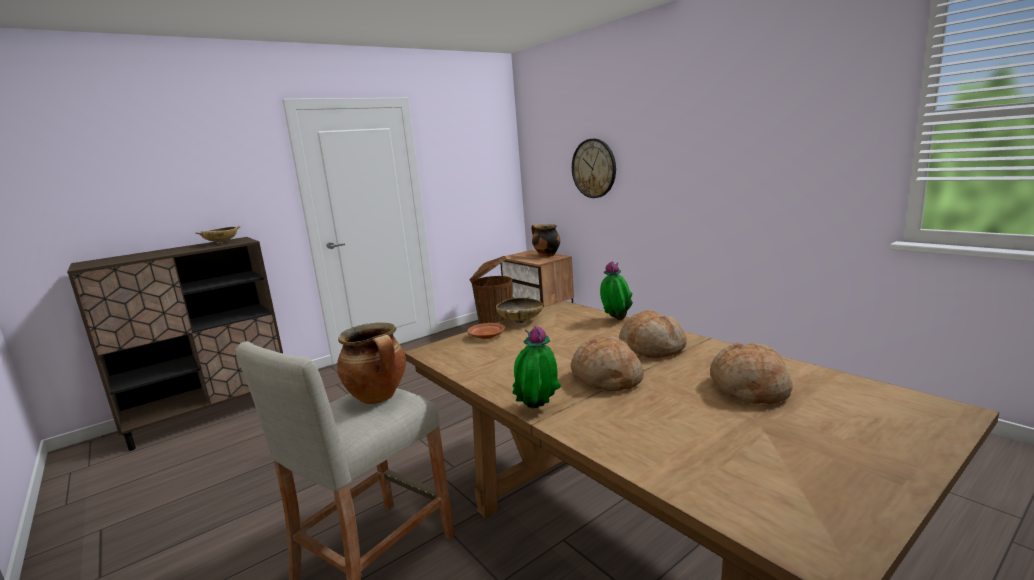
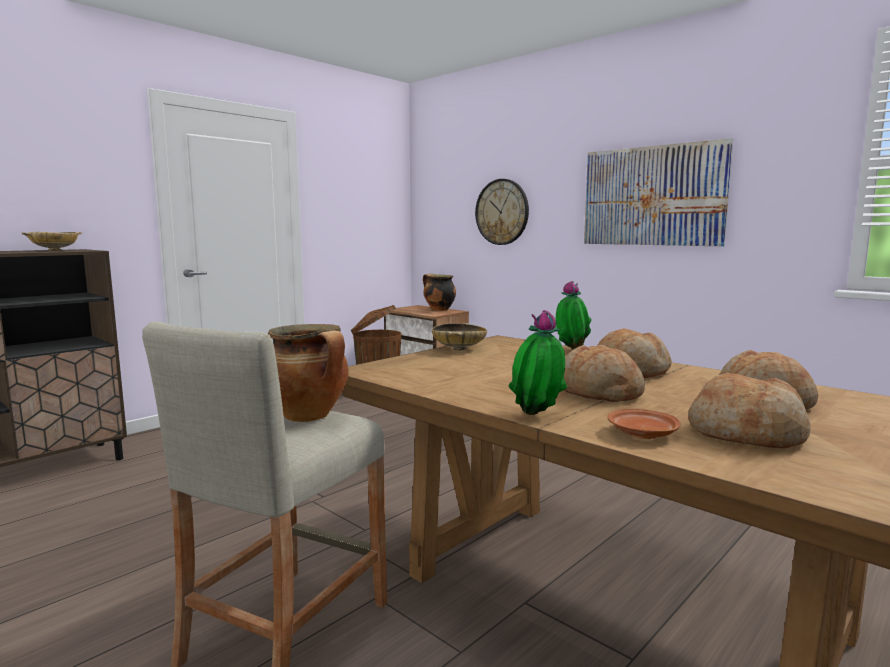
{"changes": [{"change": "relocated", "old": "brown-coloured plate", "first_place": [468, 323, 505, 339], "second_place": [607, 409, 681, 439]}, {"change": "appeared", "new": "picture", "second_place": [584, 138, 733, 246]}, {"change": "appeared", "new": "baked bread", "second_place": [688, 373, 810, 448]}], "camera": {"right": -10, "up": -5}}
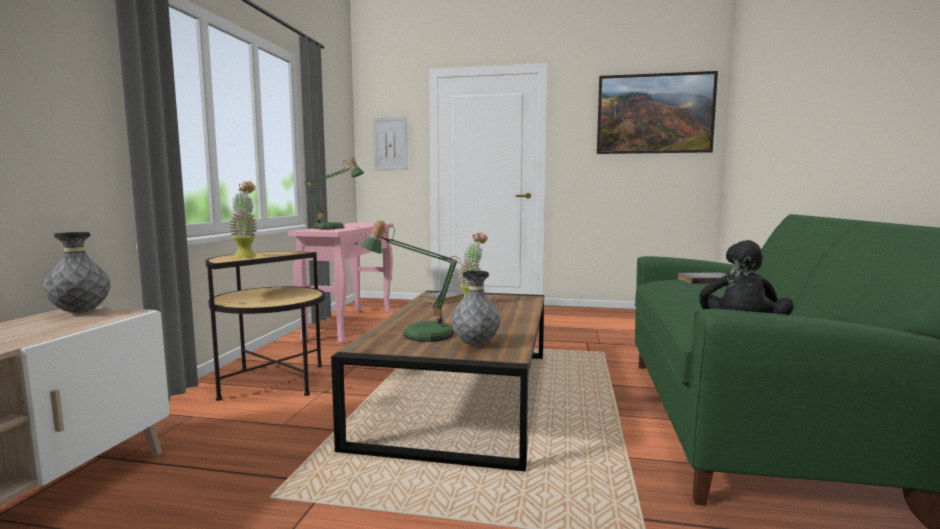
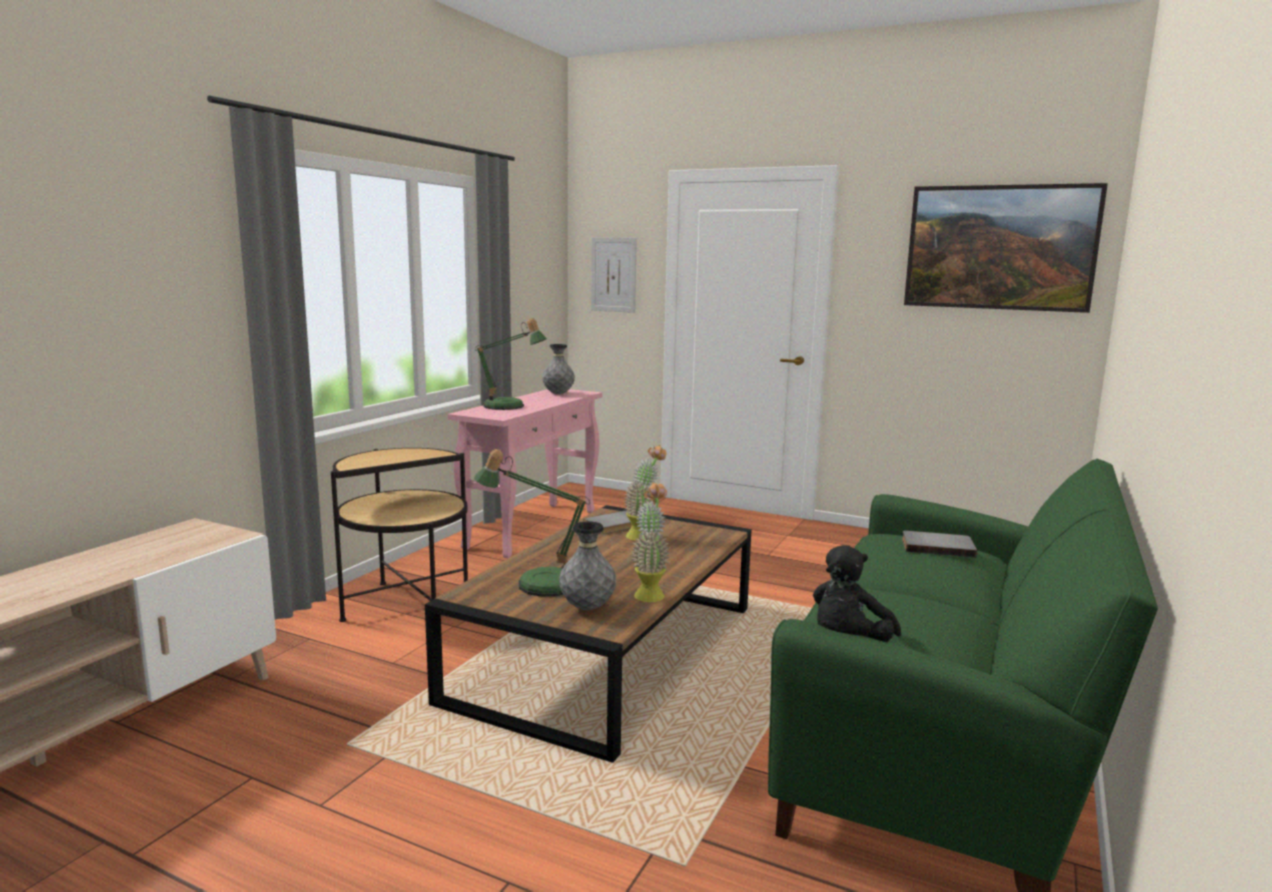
{"changes": [{"change": "relocated", "old": "gray flower vase", "first_place": [43, 232, 110, 313], "second_place": [542, 344, 575, 394]}, {"change": "relocated", "old": "potted plant", "first_place": [229, 181, 257, 258], "second_place": [631, 482, 670, 602]}], "camera": {"right": 15, "up": 5}}
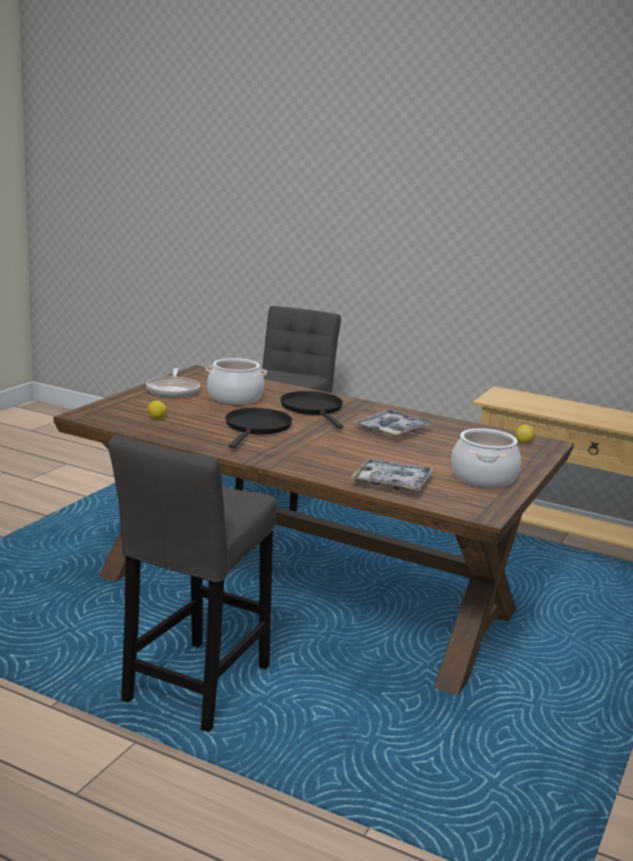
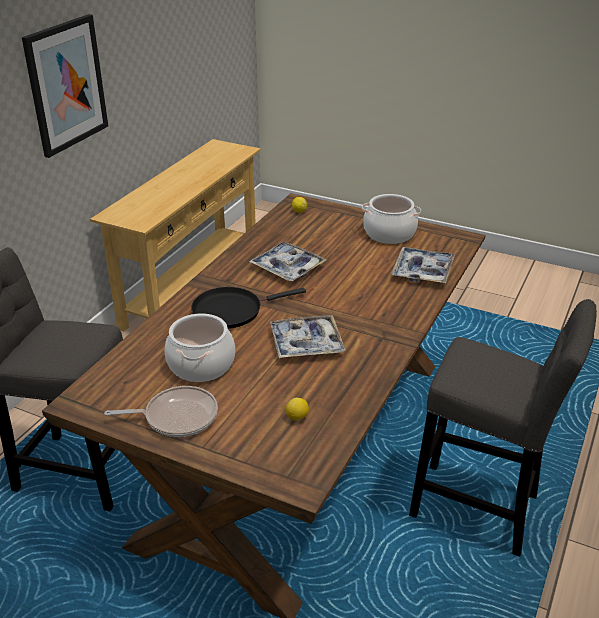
{"changes": [{"change": "exchanged", "old": "blackish pan", "new": "tray", "first_place": [225, 408, 292, 448], "second_place": [270, 315, 345, 358]}, {"change": "appeared", "new": "picture", "second_place": [22, 14, 108, 158]}], "camera": {"right": -90, "up": 15}}
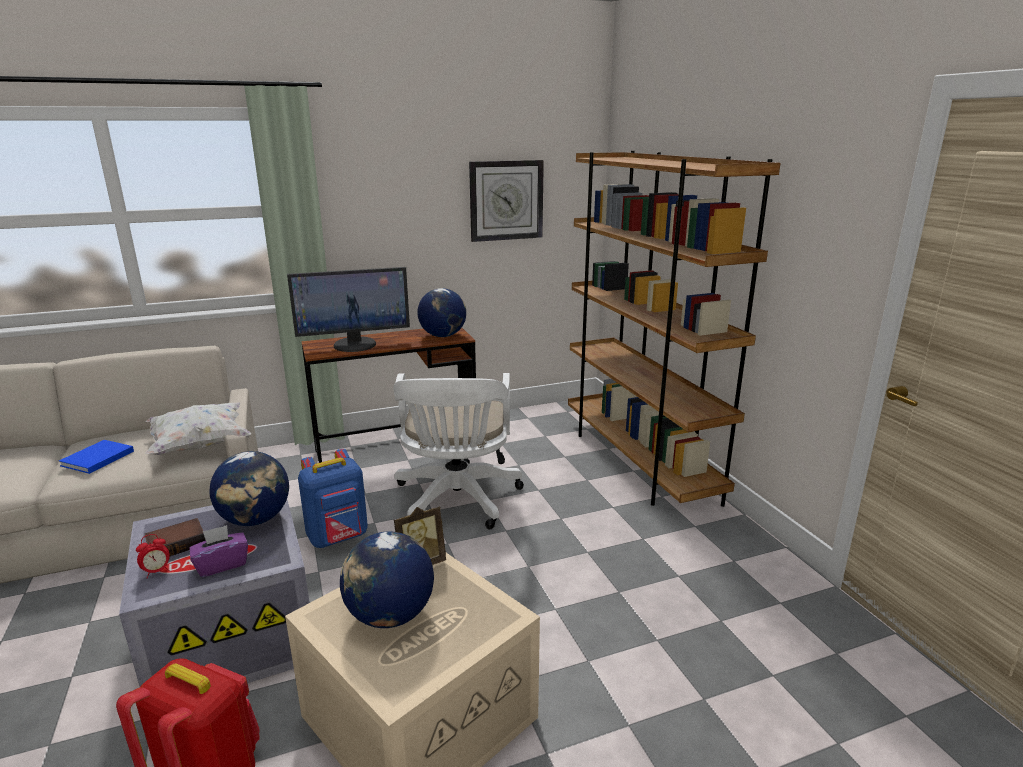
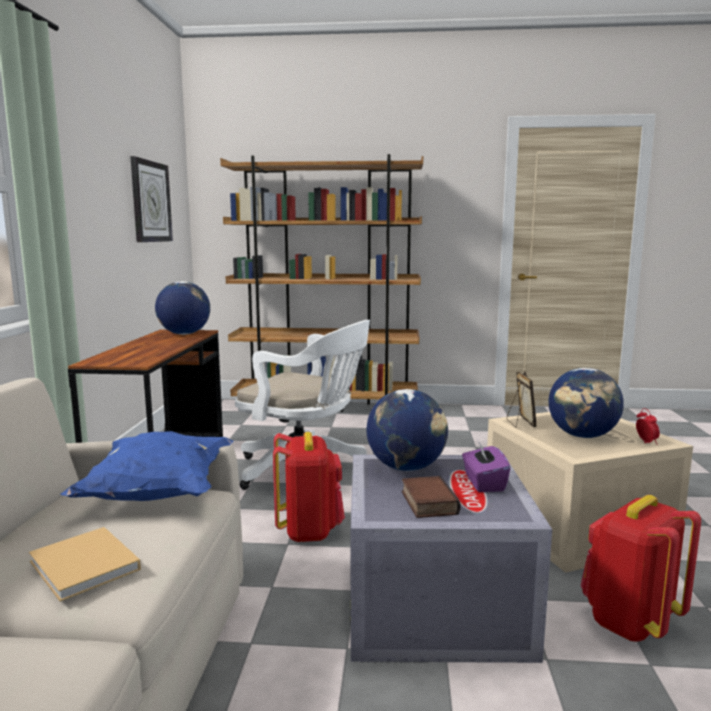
{"changes": [{"change": "colour", "old": "blue volume", "new": "beige volume", "first_place": [59, 440, 134, 474], "second_place": [29, 527, 141, 602]}, {"change": "relocated", "old": "table clock", "first_place": [136, 534, 170, 578], "second_place": [636, 408, 660, 445]}, {"change": "colour", "old": "white cushion", "new": "blue cushion", "first_place": [146, 403, 251, 455], "second_place": [60, 431, 233, 501]}, {"change": "missing", "old": "monitor", "first_place": [287, 267, 410, 352]}, {"change": "colour", "old": "blue backpack", "new": "reddish backpack", "first_place": [298, 449, 368, 548], "second_place": [273, 432, 345, 542]}], "camera": {"right": -65, "up": -10}}
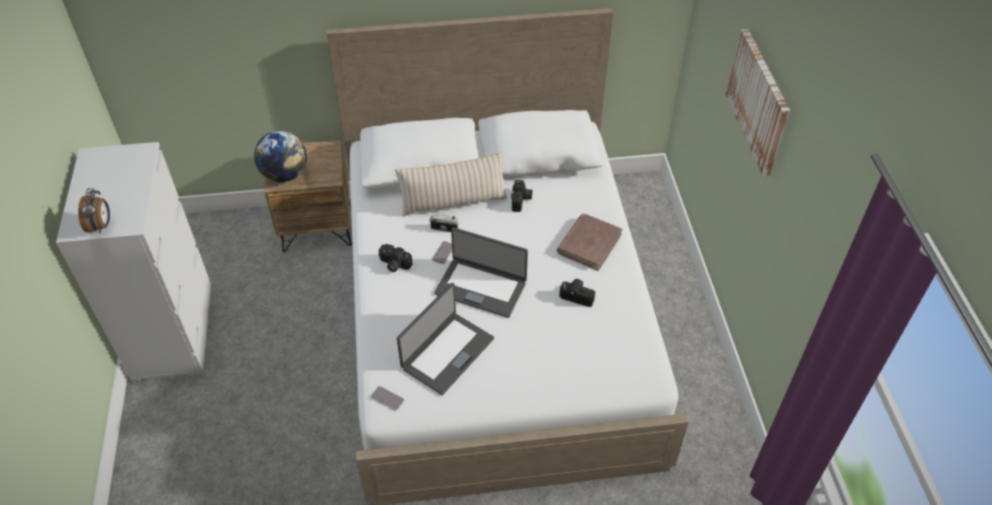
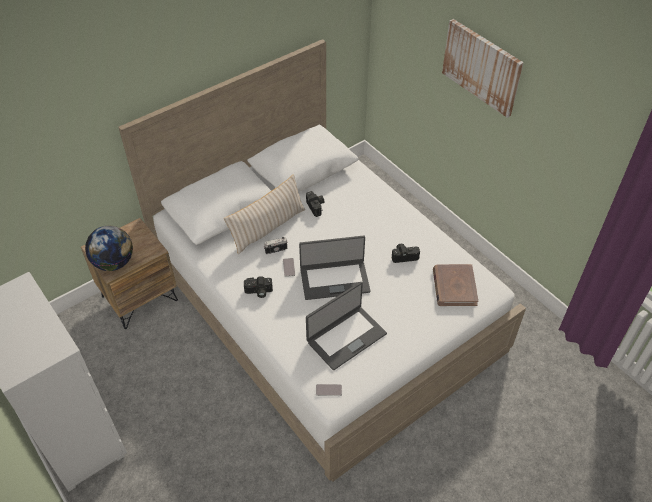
{"changes": [{"change": "missing", "old": "table clock", "first_place": [78, 188, 110, 233]}, {"change": "spun", "old": "portable computer", "first_place": [397, 283, 494, 395], "second_place": [306, 282, 387, 370], "degrees": 45}, {"change": "relocated", "old": "brown-coloured volume", "first_place": [557, 214, 622, 271], "second_place": [433, 264, 479, 306]}], "camera": {"right": -30, "up": 0}}
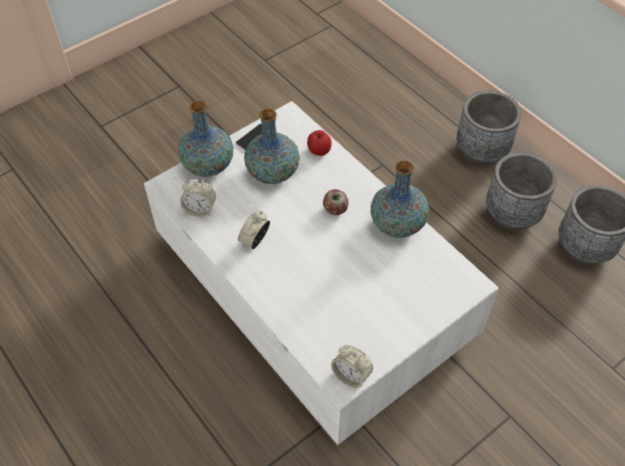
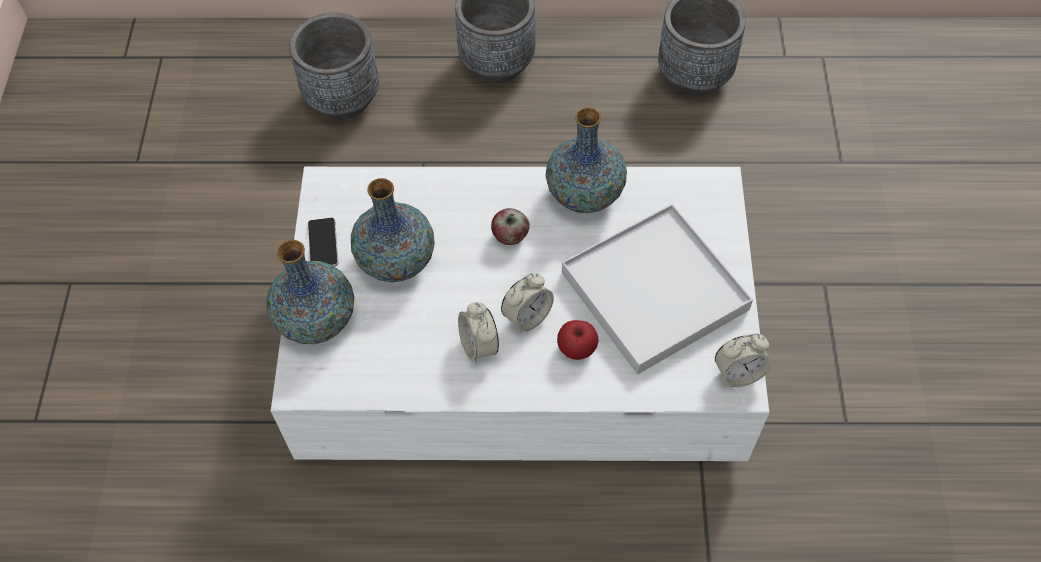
{"changes": [{"change": "relocated", "old": "table clock", "first_place": [180, 179, 216, 217], "second_place": [501, 273, 554, 333]}, {"change": "relocated", "old": "apple fruit", "first_place": [307, 130, 332, 156], "second_place": [557, 320, 598, 360]}, {"change": "relocated", "old": "gray planter", "first_place": [486, 152, 557, 230], "second_place": [289, 12, 379, 120]}, {"change": "appeared", "new": "white tray", "second_place": [562, 204, 753, 375]}], "camera": {"right": -50, "up": 5}}
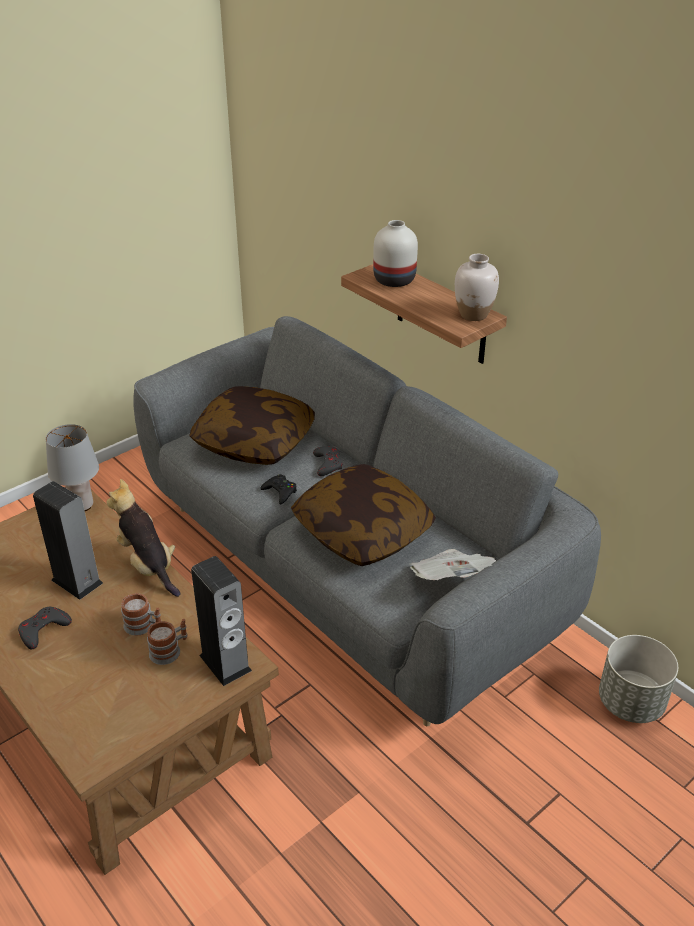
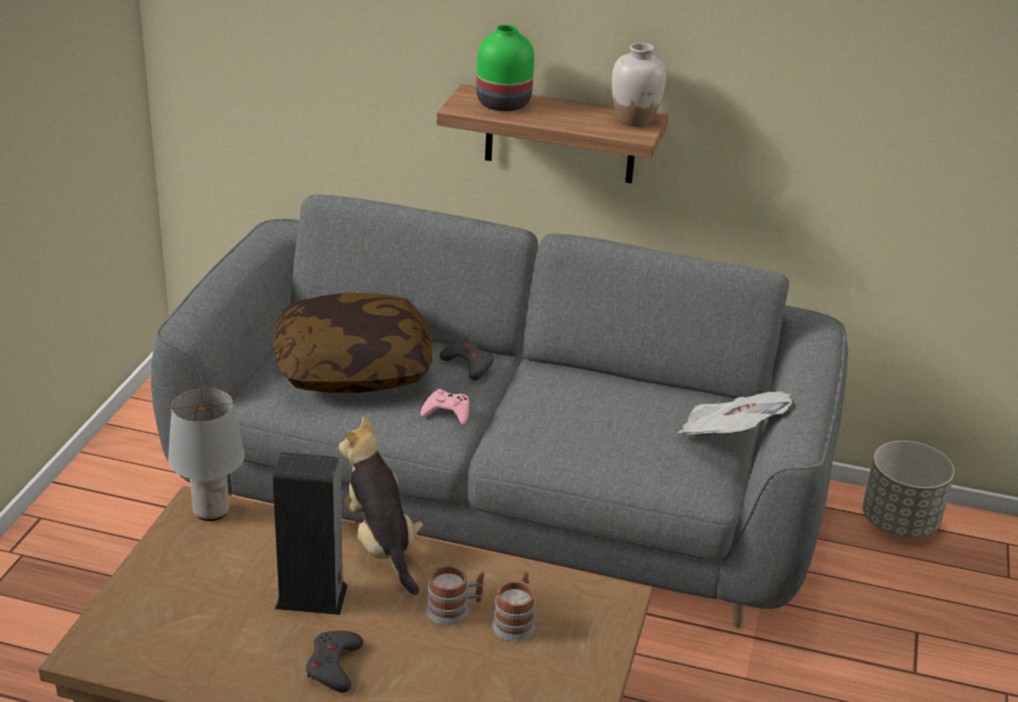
{"changes": [{"change": "spun", "old": "soft toy", "first_place": [107, 479, 181, 597], "second_place": [339, 416, 423, 595], "degrees": 45}, {"change": "missing", "old": "speaker", "first_place": [191, 556, 252, 686]}, {"change": "colour", "old": "blackish joypad", "new": "pinkish joypad", "first_place": [260, 474, 297, 504], "second_place": [421, 389, 469, 425]}, {"change": "missing", "old": "cushion", "first_place": [291, 464, 436, 566]}, {"change": "colour", "old": "white flower vase", "new": "green flower vase", "first_place": [373, 220, 418, 287], "second_place": [476, 25, 534, 111]}], "camera": {"right": -35, "up": -5}}
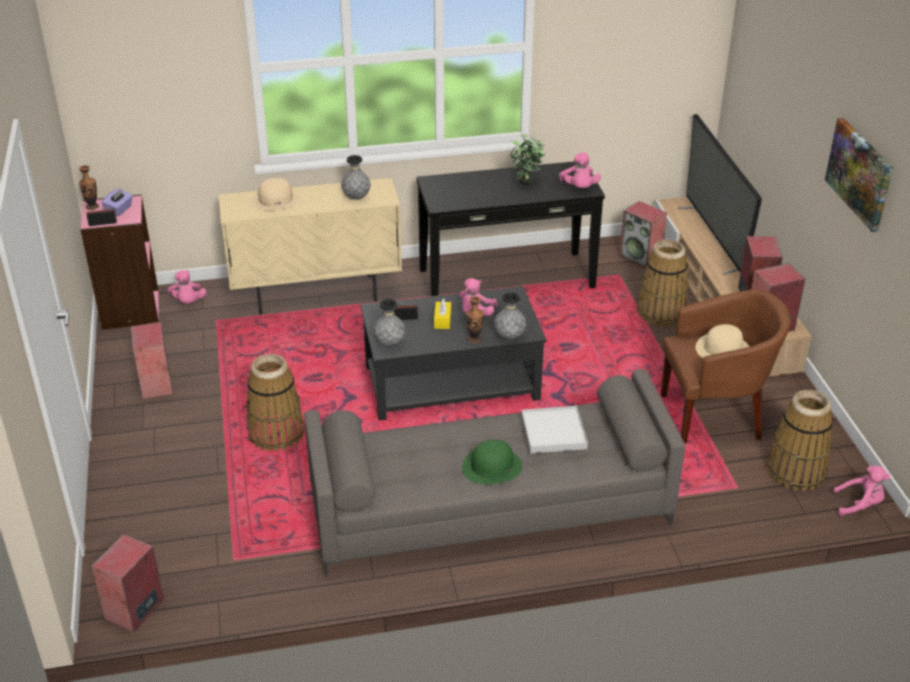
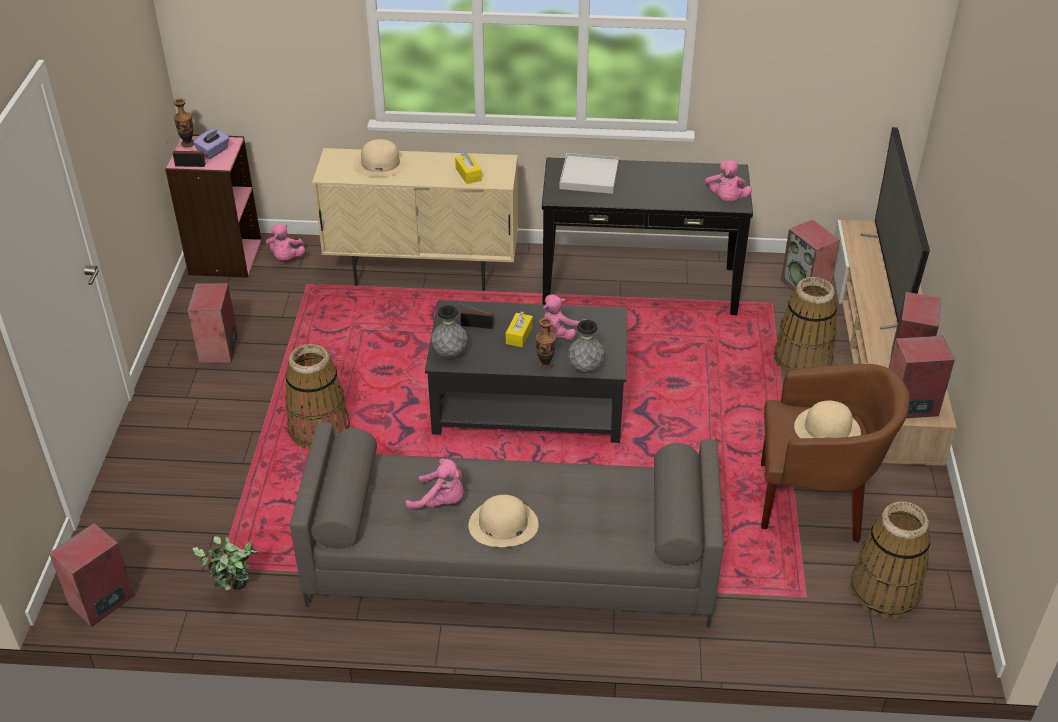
{"changes": [{"change": "exchanged", "old": "gray flower vase", "new": "yellowish tissue holder", "first_place": [341, 155, 371, 200], "second_place": [455, 152, 482, 184]}, {"change": "colour", "old": "green wearable hat", "new": "beige wearable hat", "first_place": [462, 439, 522, 485], "second_place": [468, 495, 539, 547]}, {"change": "relocated", "old": "potted plant", "first_place": [510, 134, 545, 185], "second_place": [192, 536, 258, 590]}, {"change": "relocated", "old": "white tray", "first_place": [521, 406, 588, 453], "second_place": [559, 153, 619, 194]}, {"change": "missing", "old": "picture", "first_place": [825, 118, 893, 232]}, {"change": "relocated", "old": "pinkish soft toy", "first_place": [833, 466, 890, 516], "second_place": [405, 458, 463, 510]}], "camera": {"right": 15, "up": 5}}
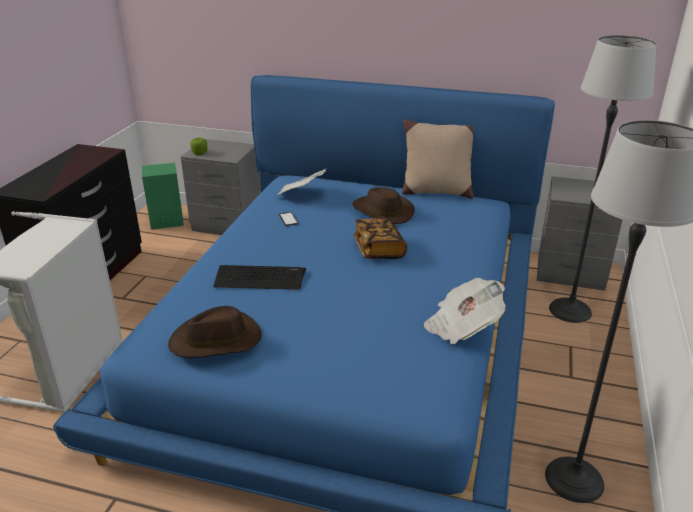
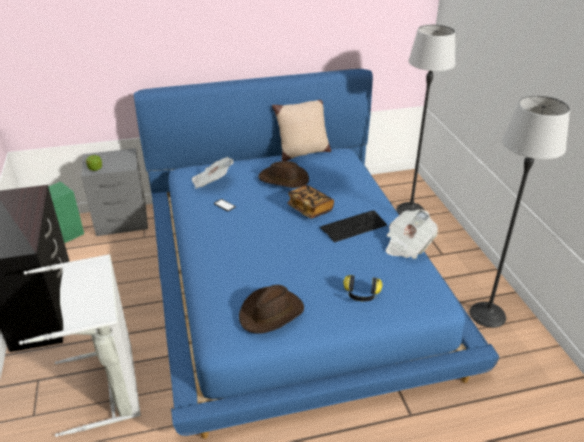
{"changes": [{"change": "relocated", "old": "computer keyboard", "first_place": [213, 265, 306, 290], "second_place": [320, 210, 387, 243]}, {"change": "missing", "old": "gray nightstand", "first_place": [537, 176, 622, 291]}, {"change": "appeared", "new": "headset", "second_place": [343, 275, 383, 302]}], "camera": {"right": -30, "up": 5}}
